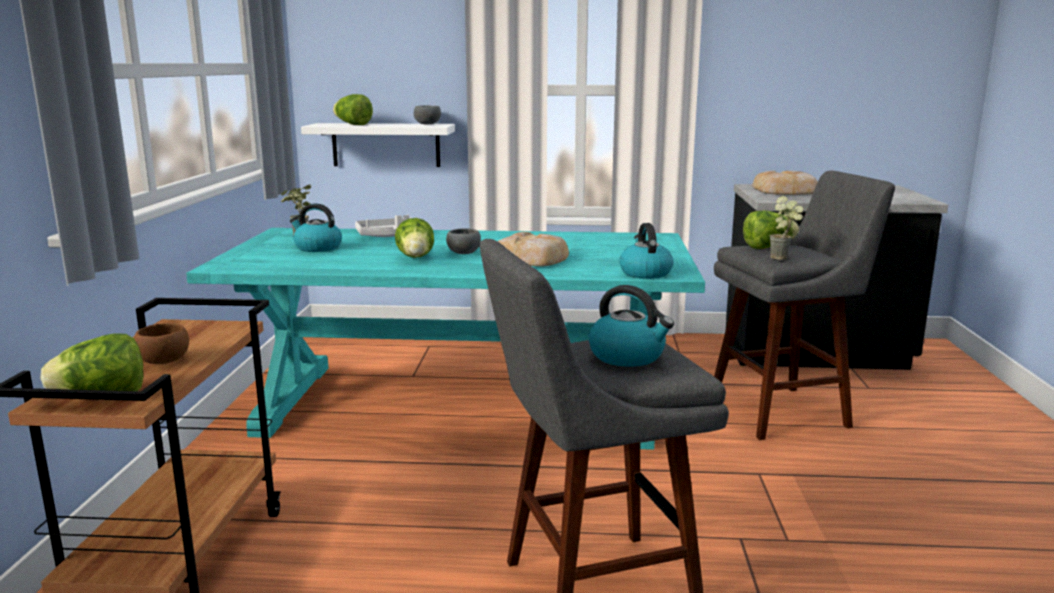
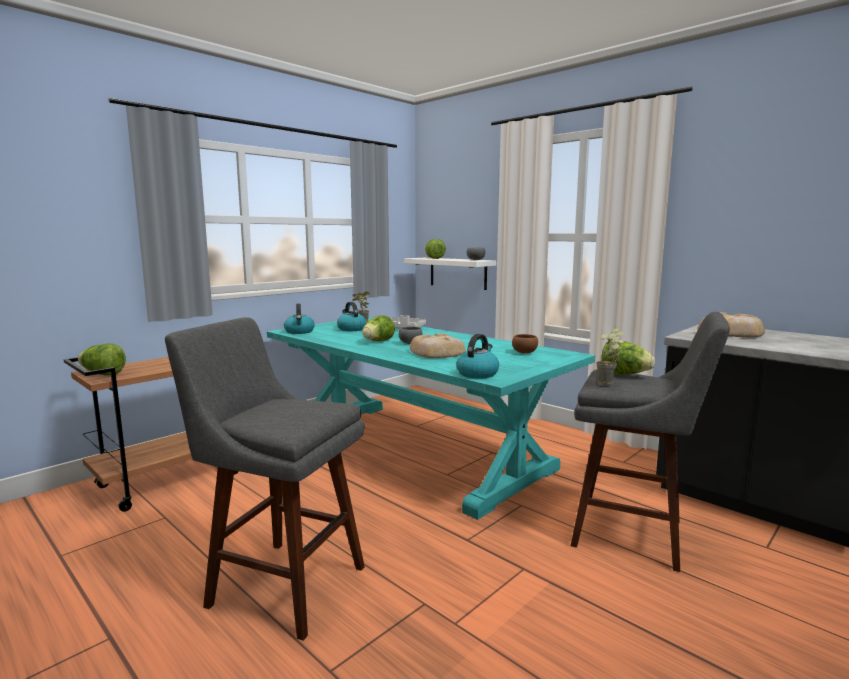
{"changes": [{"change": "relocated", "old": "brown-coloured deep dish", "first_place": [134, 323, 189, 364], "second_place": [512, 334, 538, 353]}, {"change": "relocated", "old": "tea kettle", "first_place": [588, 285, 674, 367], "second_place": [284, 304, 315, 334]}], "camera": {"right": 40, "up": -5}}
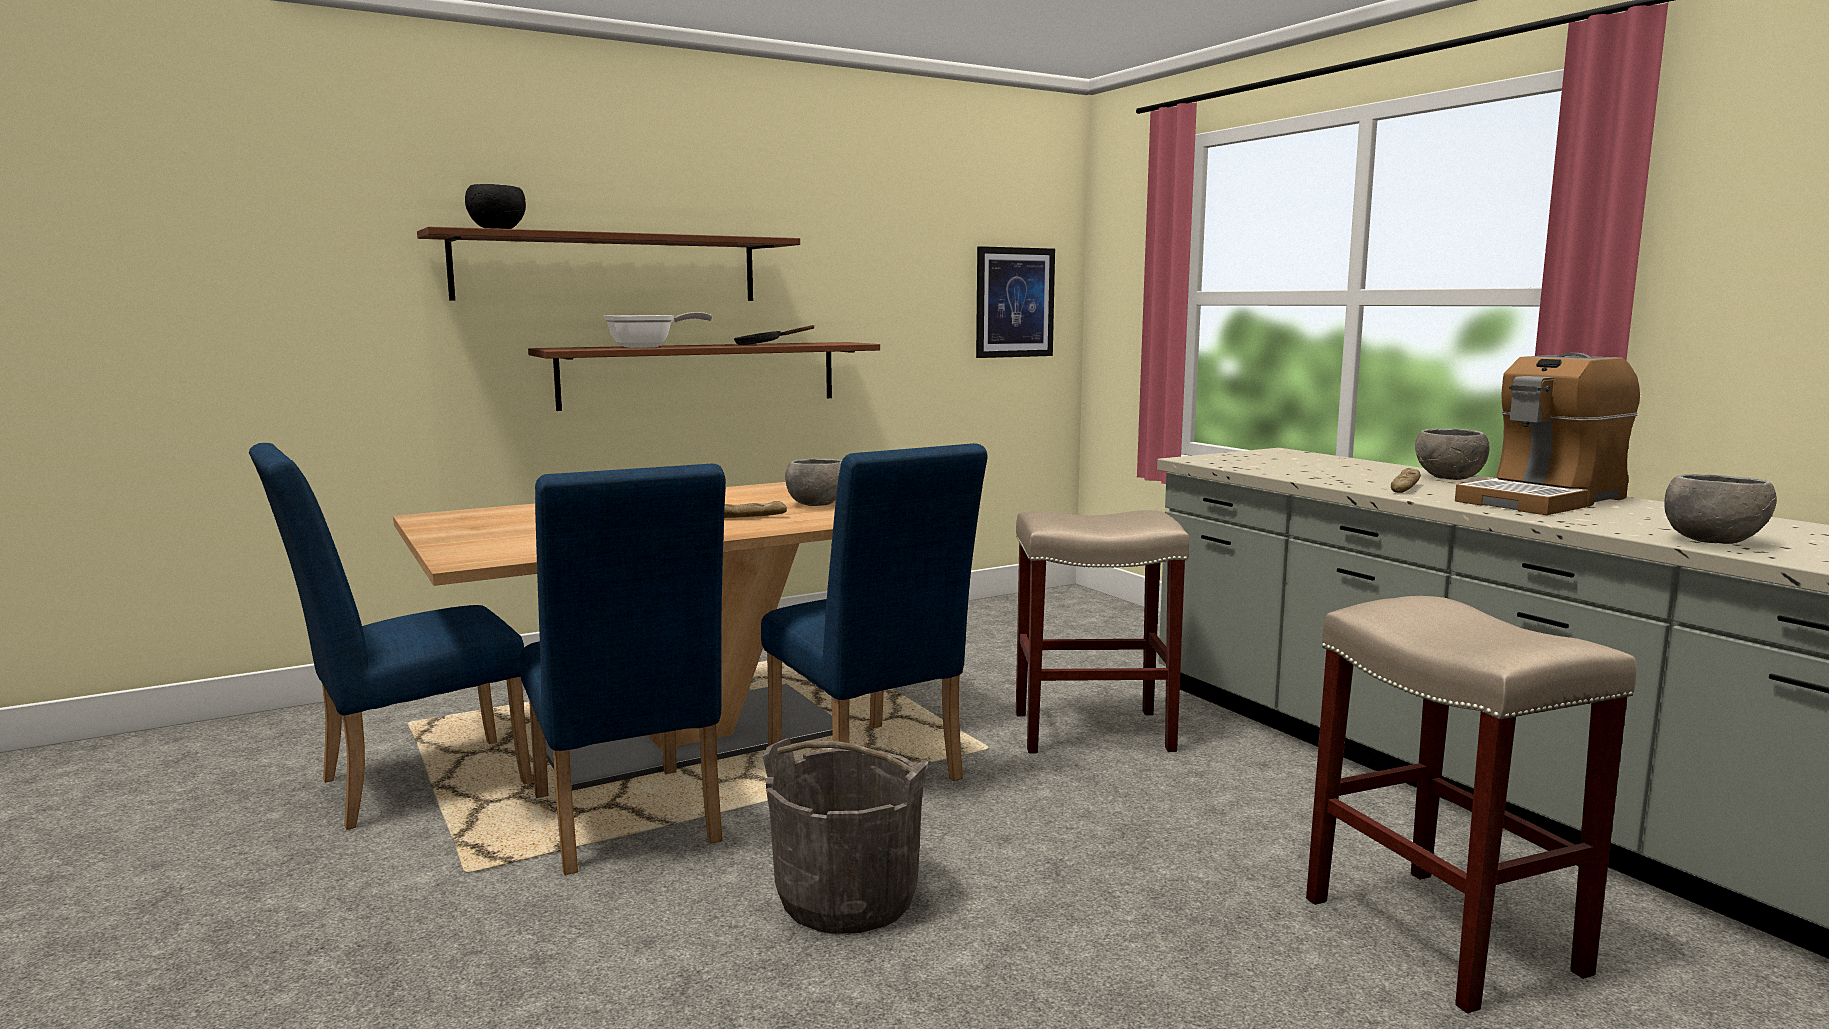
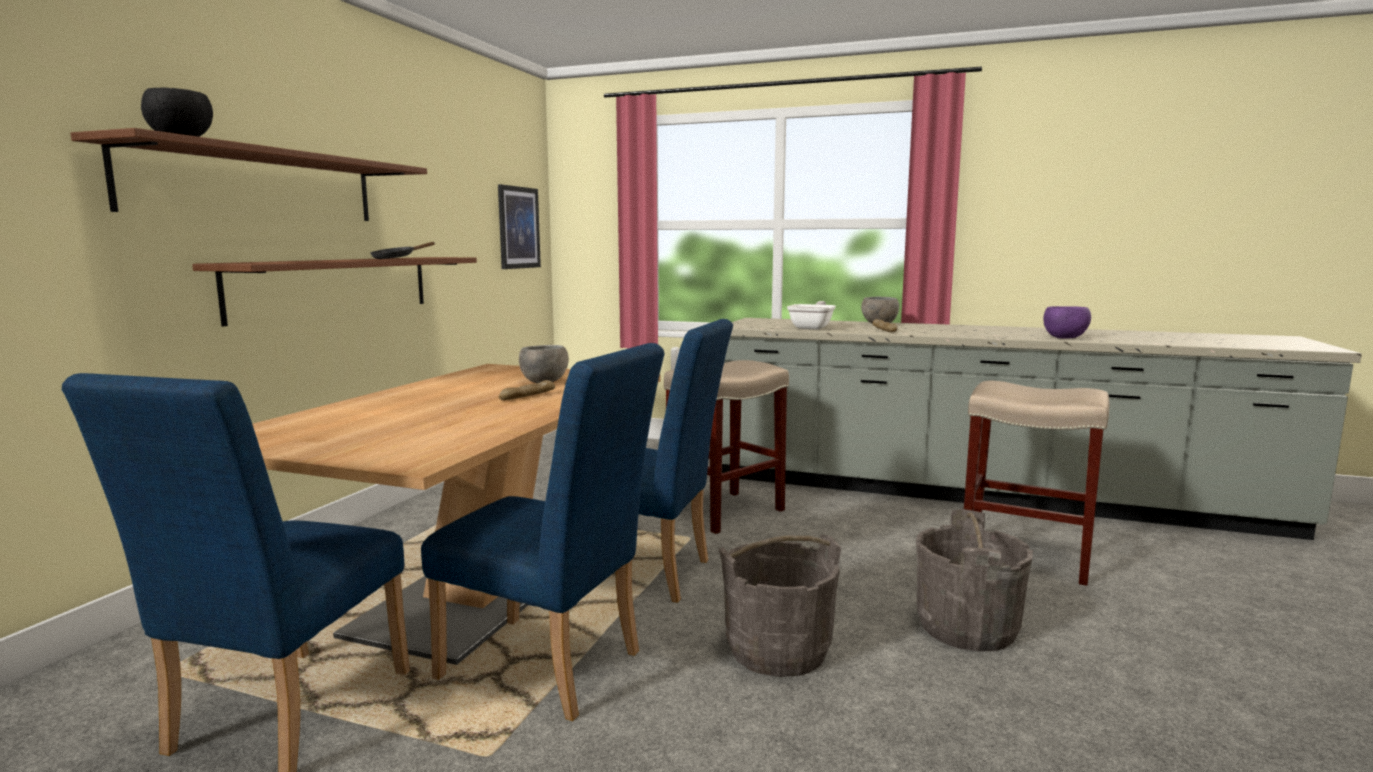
{"changes": [{"change": "relocated", "old": "pan", "first_place": [604, 312, 713, 348], "second_place": [787, 301, 836, 330]}, {"change": "missing", "old": "coffee maker", "first_place": [1455, 353, 1640, 515]}, {"change": "colour", "old": "gray deep dish", "new": "purplish deep dish", "first_place": [1664, 474, 1777, 544], "second_place": [1043, 306, 1091, 339]}, {"change": "appeared", "new": "gray pail", "second_place": [916, 509, 1033, 651]}], "camera": {"right": -40, "up": 0}}
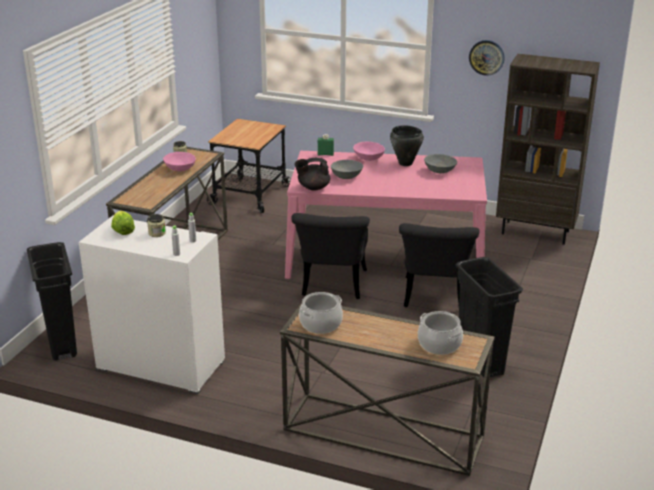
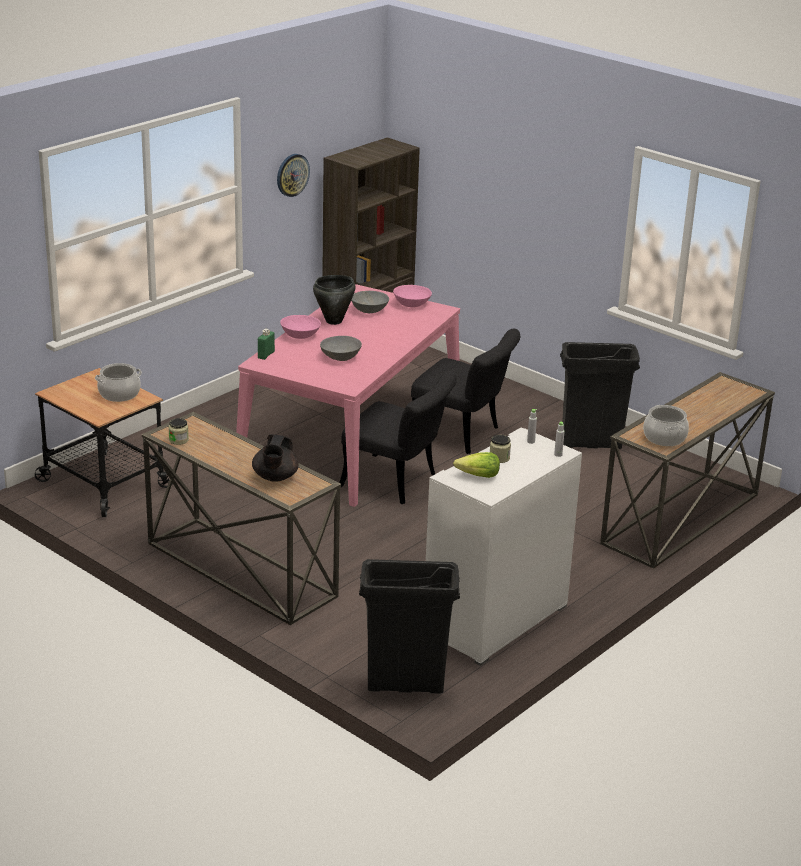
{"changes": [{"change": "relocated", "old": "pinkish deep dish", "first_place": [163, 152, 196, 171], "second_place": [393, 285, 432, 307]}, {"change": "relocated", "old": "blackish pot for tea", "first_place": [294, 158, 330, 191], "second_place": [252, 434, 299, 482]}, {"change": "relocated", "old": "stockpot", "first_place": [418, 311, 463, 355], "second_place": [95, 363, 142, 402]}], "camera": {"right": -70, "up": 0}}
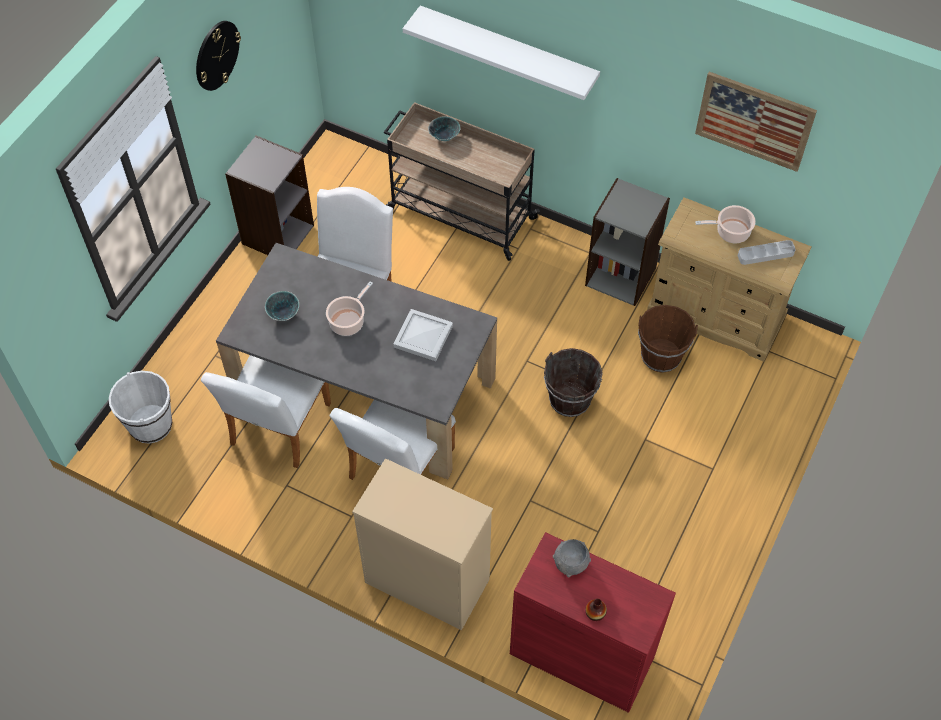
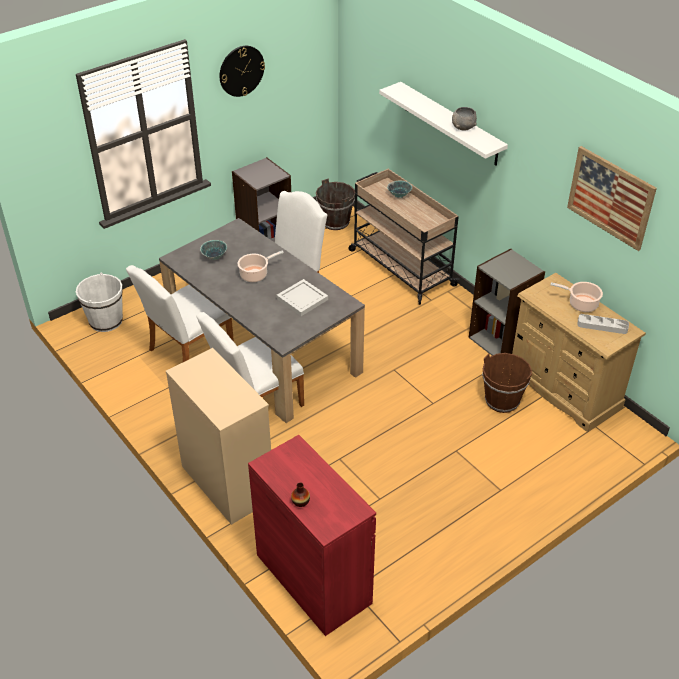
{"changes": [{"change": "relocated", "old": "brown-coloured pail", "first_place": [544, 348, 603, 417], "second_place": [316, 179, 355, 230]}, {"change": "relocated", "old": "gray deep dish", "first_place": [553, 539, 591, 577], "second_place": [452, 107, 477, 131]}], "camera": {"right": 25, "up": -15}}
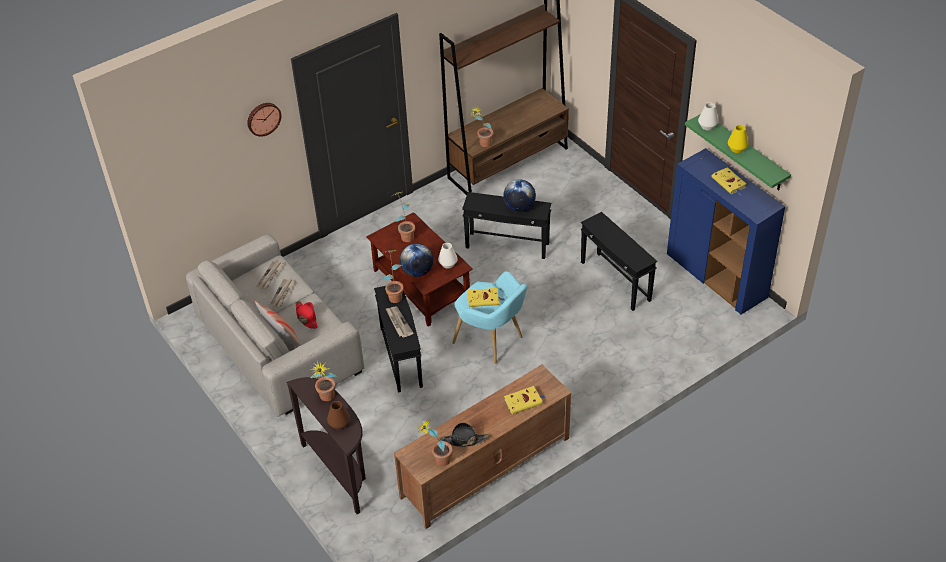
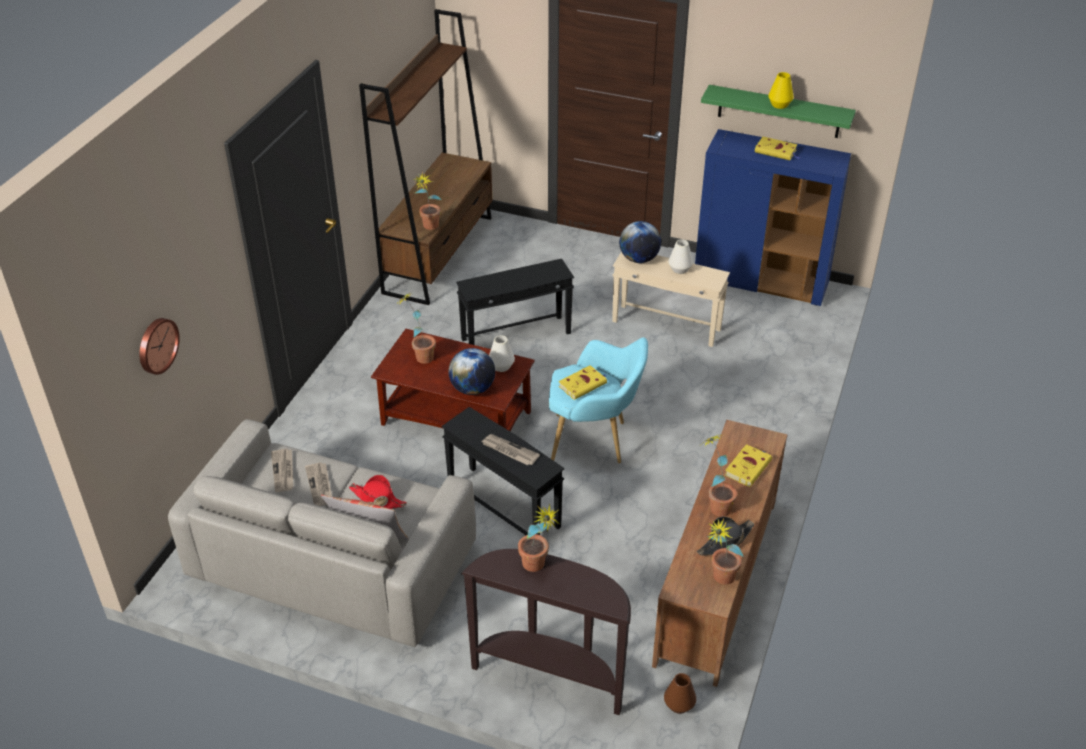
{"changes": [{"change": "relocated", "old": "clock on the wall", "first_place": [247, 103, 281, 137], "second_place": [139, 318, 180, 375]}, {"change": "relocated", "old": "brown-coloured flower vase", "first_place": [327, 401, 350, 430], "second_place": [664, 673, 696, 714]}, {"change": "relocated", "old": "potted plant", "first_place": [382, 250, 404, 303], "second_place": [699, 435, 737, 517]}, {"change": "relocated", "old": "desk globe", "first_place": [503, 179, 536, 212], "second_place": [619, 221, 661, 263]}, {"change": "colour", "old": "blackish side table", "new": "beige side table", "first_place": [581, 212, 657, 311], "second_place": [612, 252, 730, 347]}, {"change": "relocated", "old": "white flower vase", "first_place": [698, 102, 719, 130], "second_place": [668, 239, 693, 274]}], "camera": {"right": -35, "up": -5}}
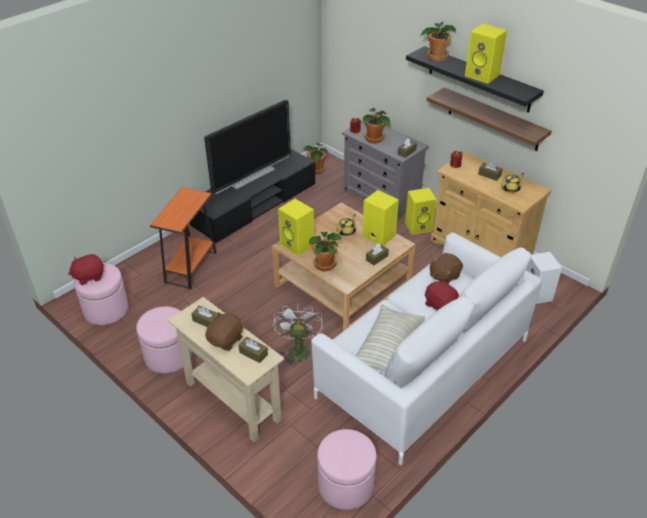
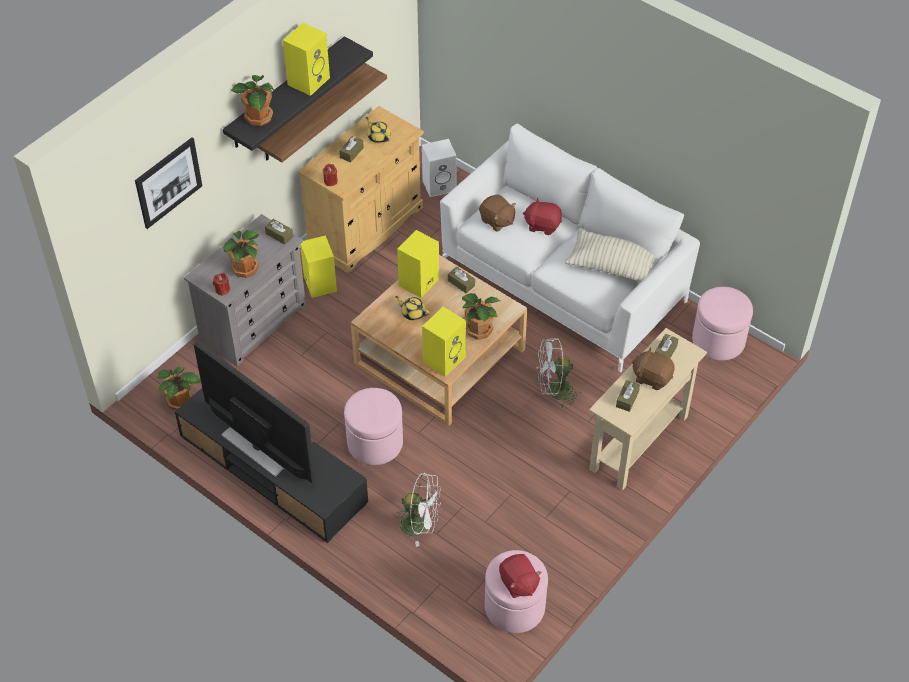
{"changes": [{"change": "relocated", "old": "pinkish ottoman", "first_place": [136, 306, 192, 373], "second_place": [344, 388, 403, 465]}, {"change": "exchanged", "old": "orange side table", "new": "white cooling fan", "first_place": [150, 187, 217, 289], "second_place": [394, 472, 441, 547]}, {"change": "spun", "old": "reddish soft toy", "first_place": [425, 279, 459, 311], "second_place": [523, 198, 562, 235], "degrees": 60}, {"change": "appeared", "new": "picture", "second_place": [135, 138, 202, 229]}], "camera": {"right": -95, "up": 10}}
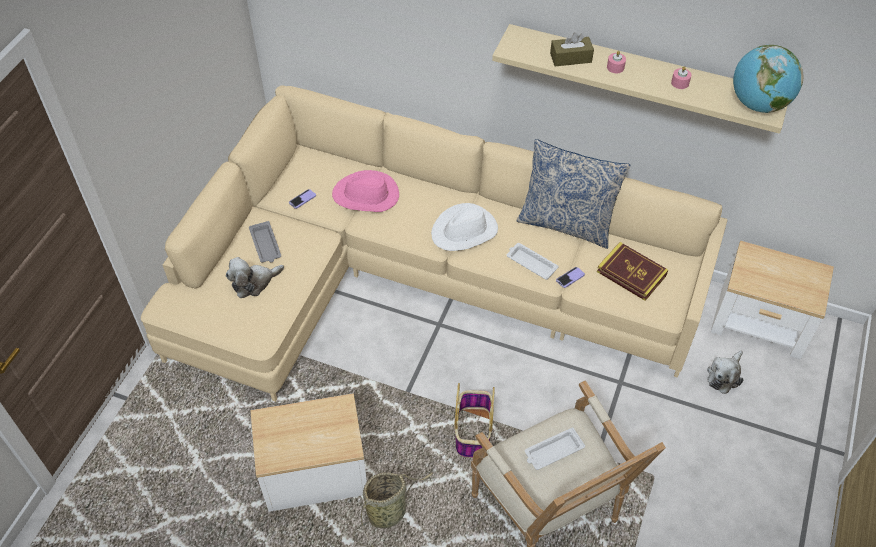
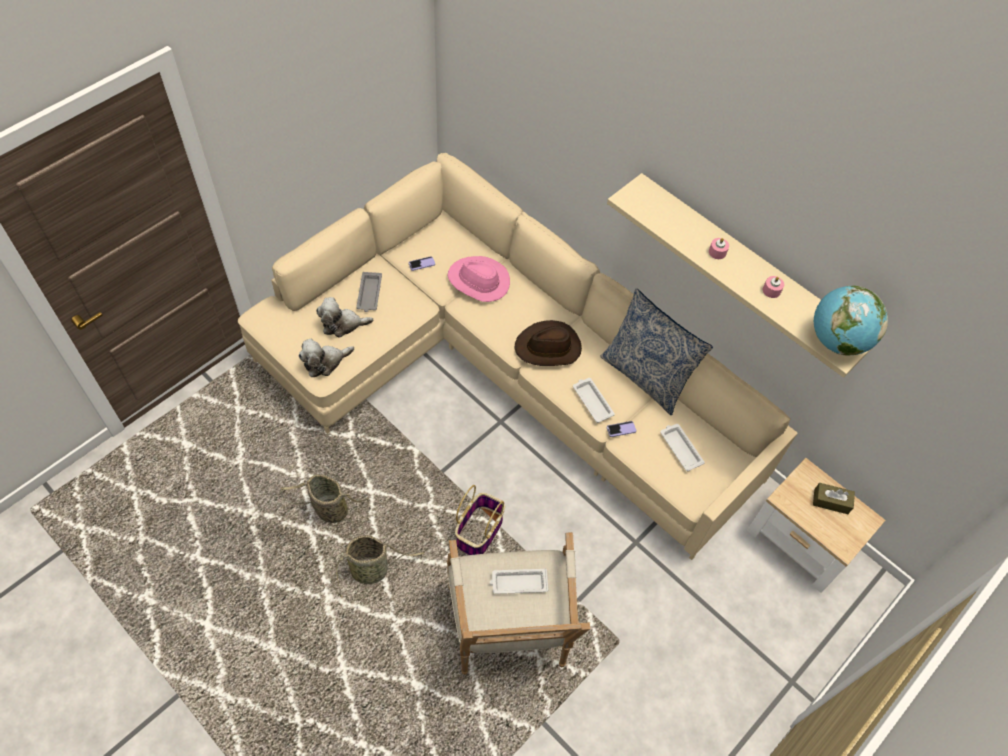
{"changes": [{"change": "exchanged", "old": "side table", "new": "household basket", "first_place": [251, 393, 367, 512], "second_place": [281, 474, 369, 525]}, {"change": "colour", "old": "white wearable hat", "new": "brown-coloured wearable hat", "first_place": [431, 203, 498, 251], "second_place": [514, 320, 582, 366]}, {"change": "relocated", "old": "brown-coloured tissue holder", "first_place": [550, 33, 594, 66], "second_place": [813, 483, 855, 514]}, {"change": "exchanged", "old": "volume", "new": "white tray", "first_place": [597, 242, 668, 301], "second_place": [660, 424, 705, 471]}, {"change": "relocated", "old": "soft toy", "first_place": [707, 351, 743, 394], "second_place": [299, 339, 354, 377]}], "camera": {"right": 20, "up": 5}}
